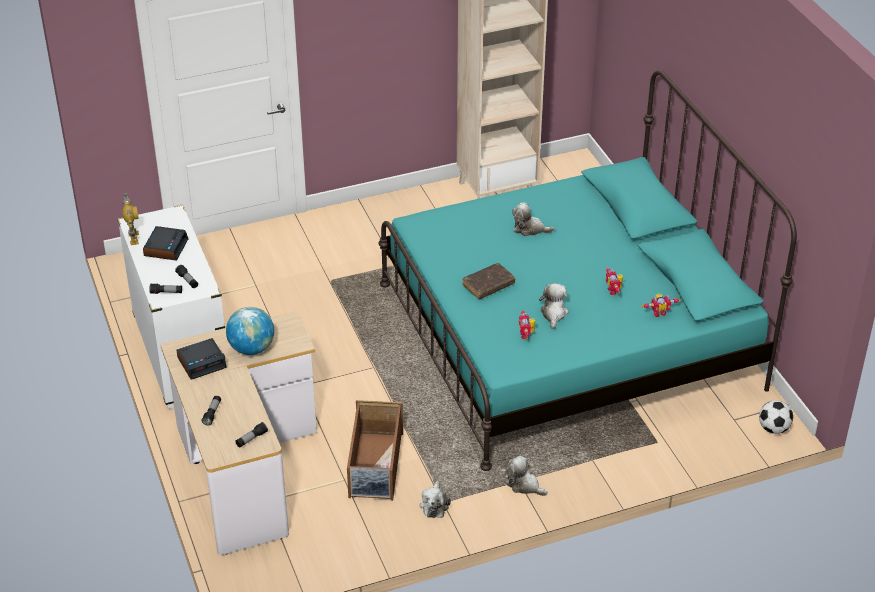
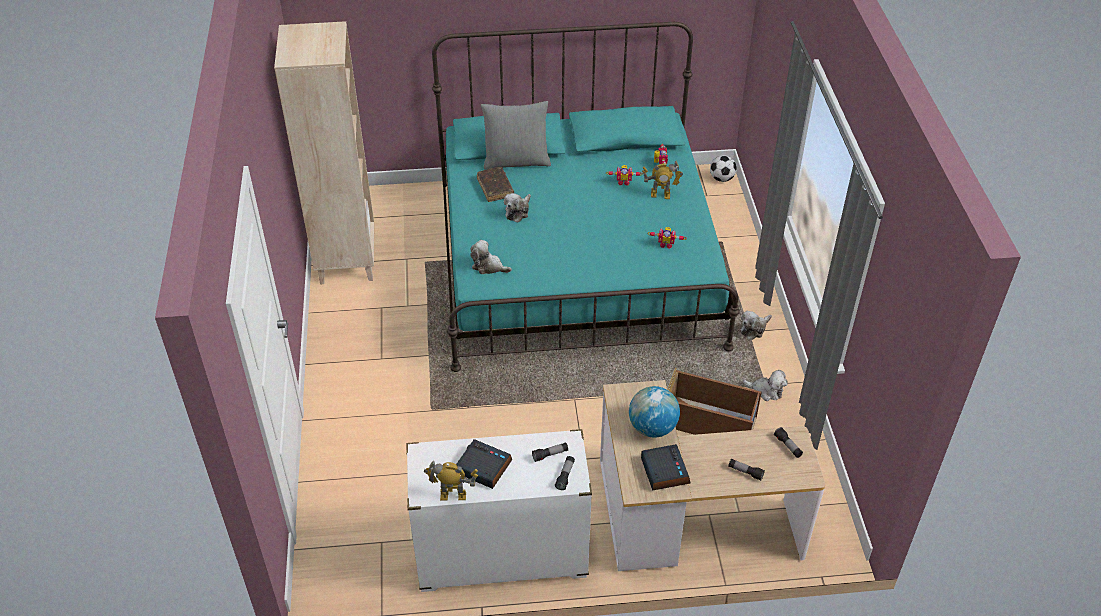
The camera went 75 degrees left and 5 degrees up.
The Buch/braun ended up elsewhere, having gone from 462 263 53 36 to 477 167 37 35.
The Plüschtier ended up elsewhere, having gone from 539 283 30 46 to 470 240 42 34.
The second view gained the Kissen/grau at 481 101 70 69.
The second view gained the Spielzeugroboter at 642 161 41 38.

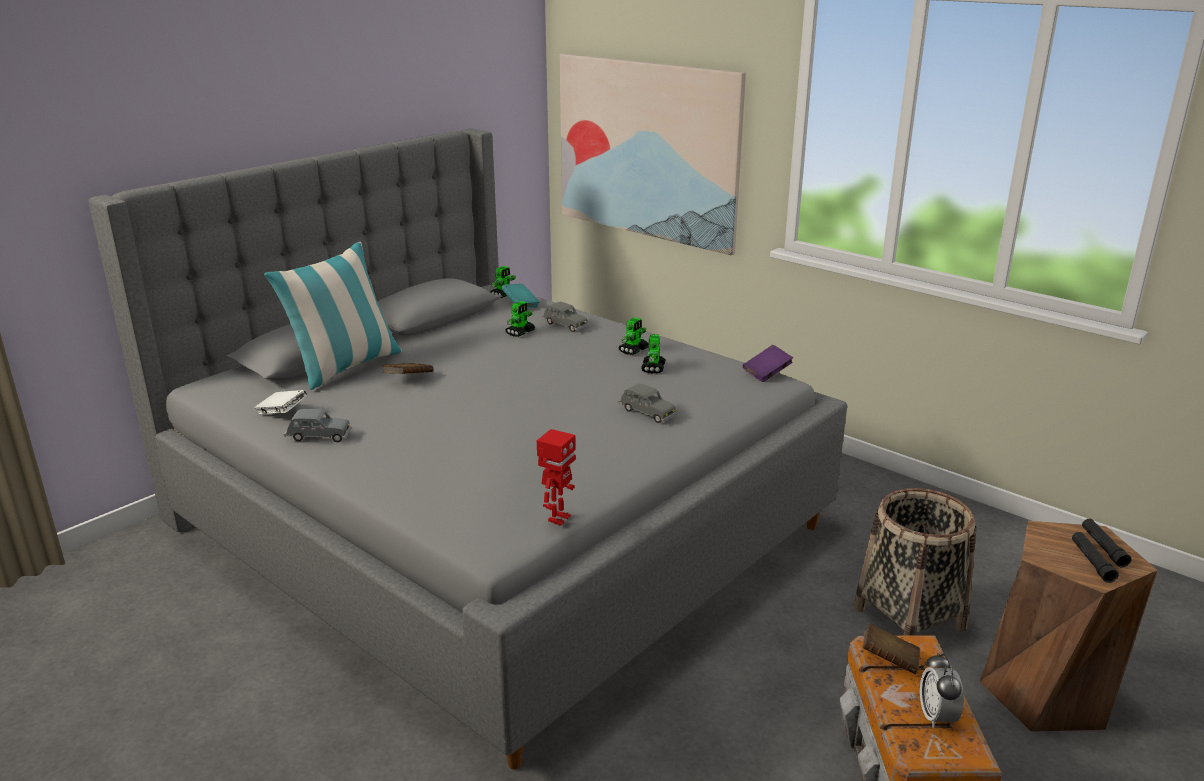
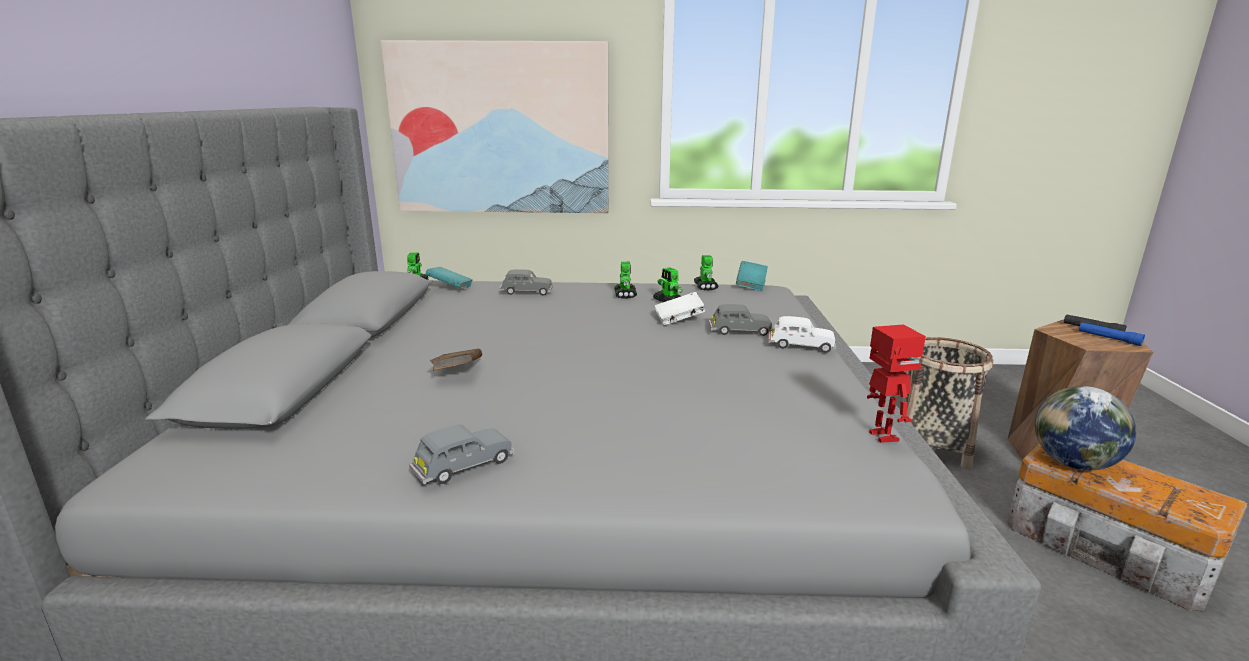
The camera went 40 degrees left and 5 degrees down.
The second view lost the Kissen at 264 242 138 148.
The Spielzeugroboter ended up elsewhere, having gone from 505 301 30 36 to 694 255 24 36.
What was the Buch/lila at 743 345 50 37 turned into the Buch/türkis at 736 261 32 30.
The Buch/weiß ended up elsewhere, having gone from 255 390 52 24 to 655 292 50 33.
What was the Taschenlampe/schwarz at 1072 532 47 51 turned into the Taschenlampe/blau at 1079 322 66 24.
Where the Buch/braun stood at 863 623 57 51, the Globus came to stand at 1035 386 101 84.
The second view lost the Wecker at 920 653 44 75.
The second view gained the Spielzeugauto/weiß at 768 316 68 37.

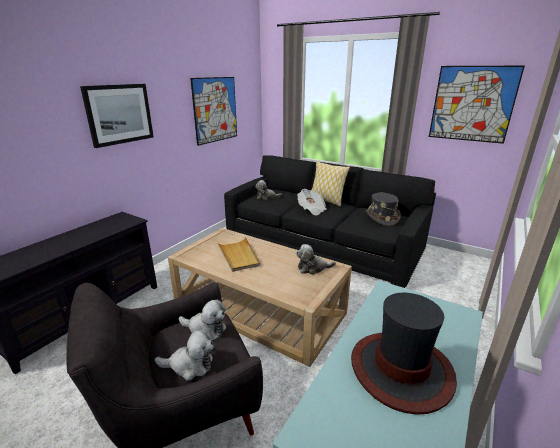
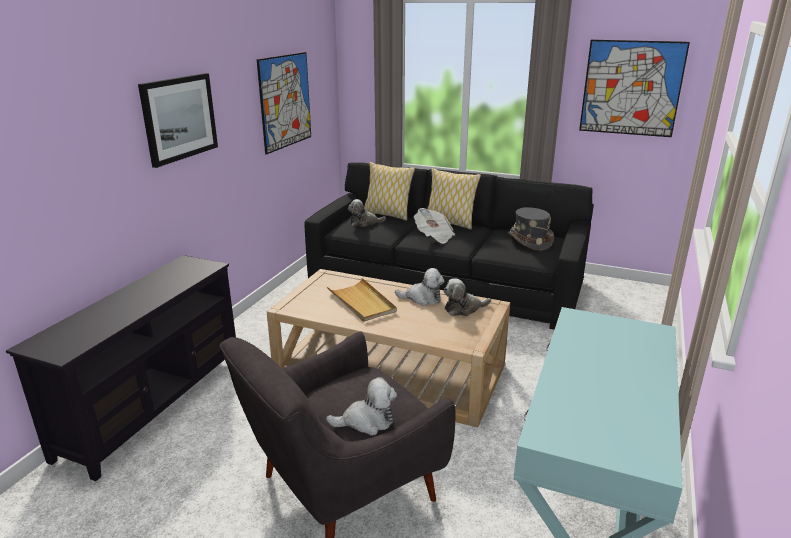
The camera went 10 degrees left and 0 degrees up.
The second view lost the Hut at 351 293 106 122.
The Plüschtier ended up elsewhere, having gone from 179 300 47 40 to 395 268 50 38.
The second view gained the Kissen at 364 162 51 59.

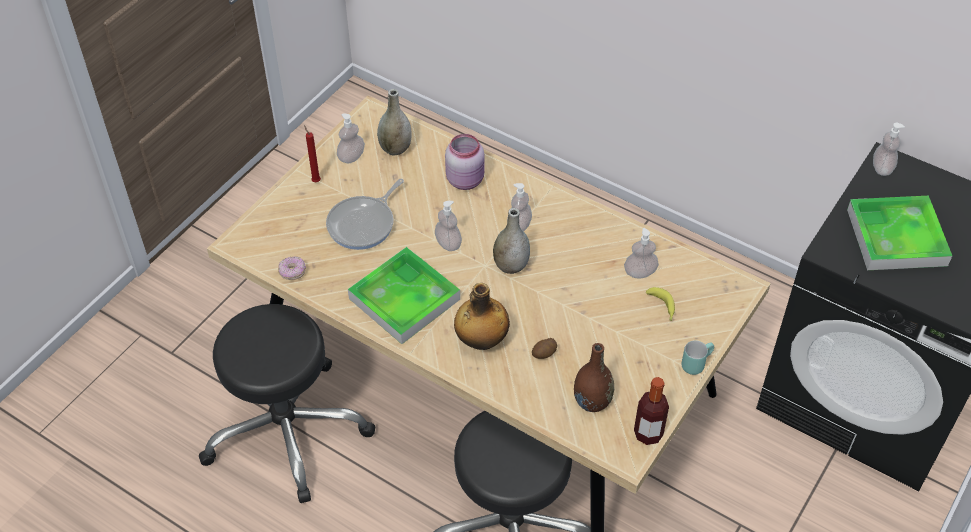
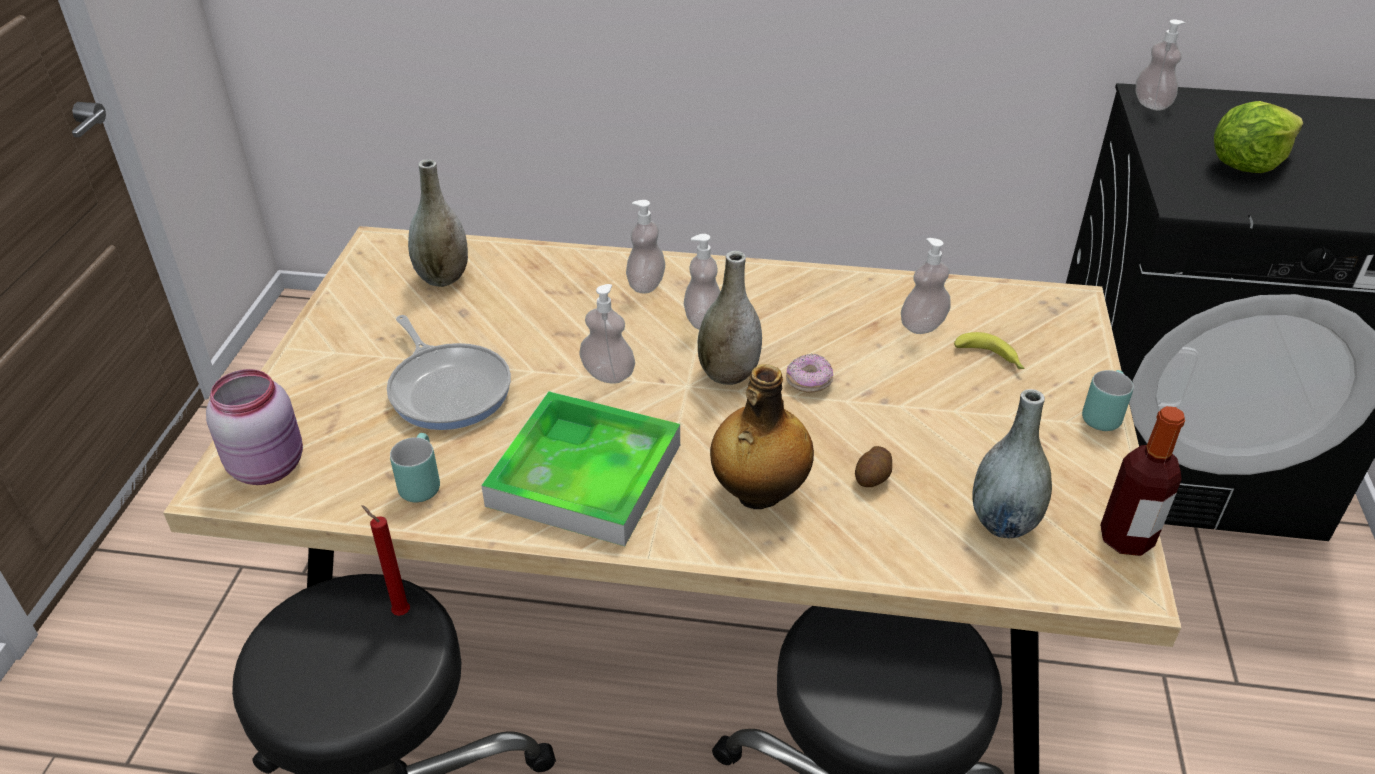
The camera went 25 degrees left and 10 degrees down.
The Seifenspender ended up elsewhere, having gone from 337 113 28 50 to 626 200 39 94.
The Kerze/rot ended up elsewhere, having gone from 304 125 17 57 to 362 505 48 111.
The Vorratsglas/rosa ended up elsewhere, having gone from 445 134 40 56 to 206 369 97 116.
The Pfanne at 326 179 78 71 ended up facing another way, 45 degrees counterclockwise from before.
Where the Tablett stood at 847 196 105 74, the Salatkopf came to stand at 1214 101 89 72.
The Donut ended up elsewhere, having gone from 278 256 28 24 to 786 353 47 40.
What was the Vase/braun at 574 343 40 69 turned into the Vase/grau at 972 389 80 149.
The second view gained the Henkelbecher/türkis at 390 433 50 70.

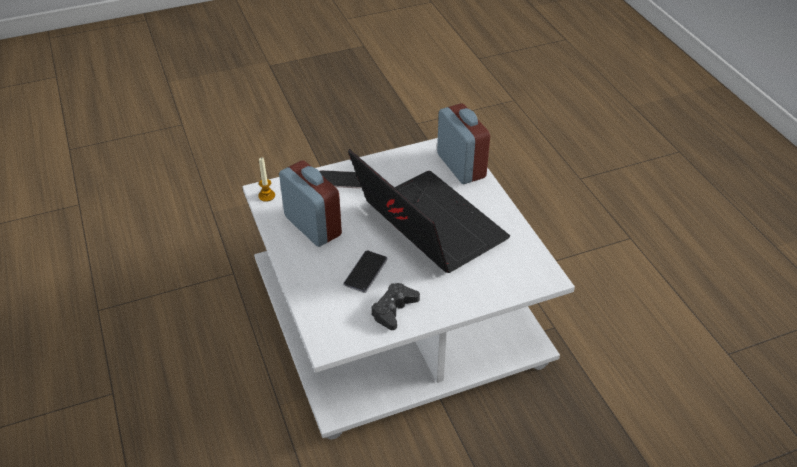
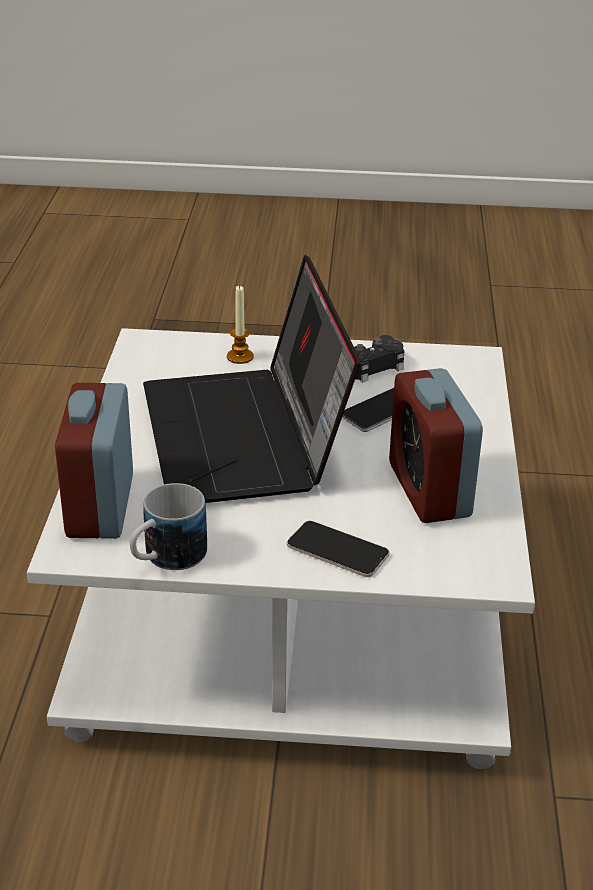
The camera went 155 degrees left and 10 degrees down.
The Kerze ended up elsewhere, having gone from 258 157 17 45 to 227 285 27 79.
The second view gained the Henkelbecher at 130 483 77 87.

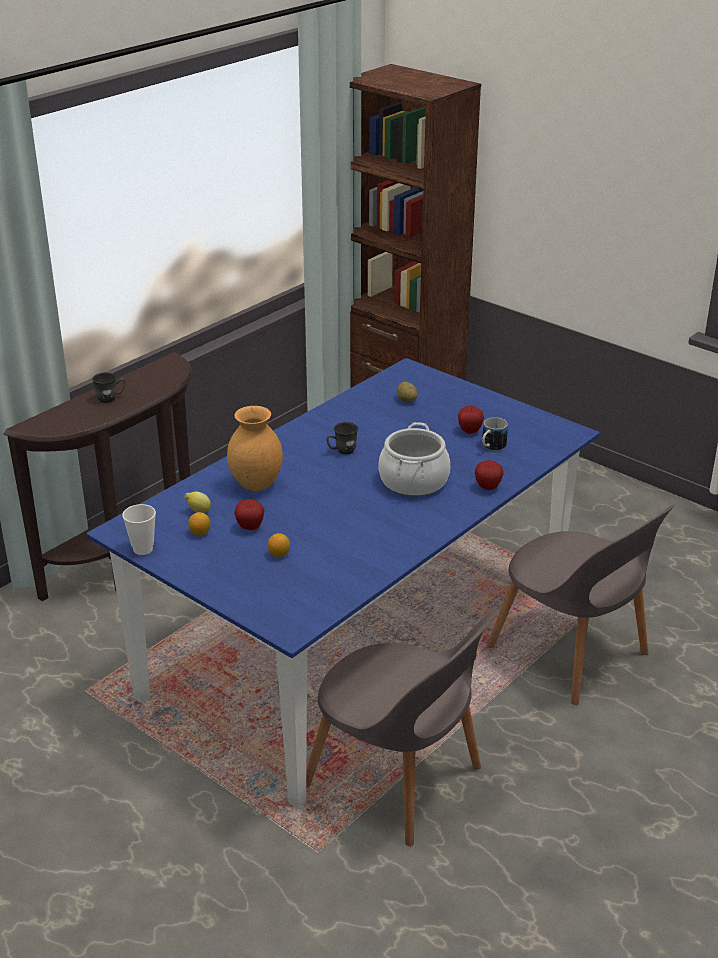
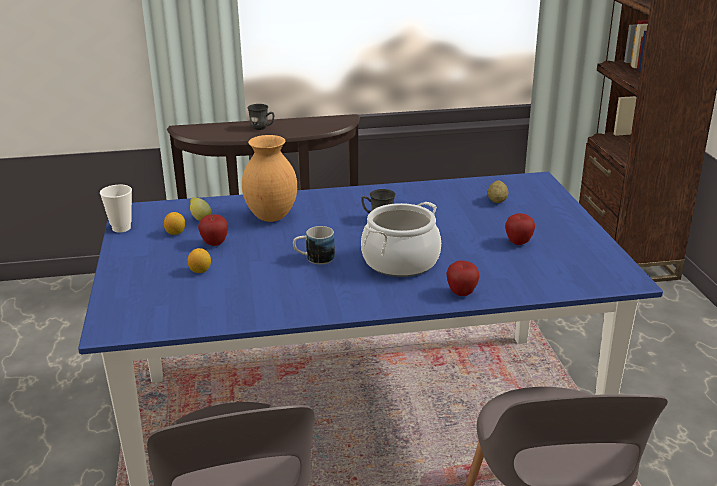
The camera went 40 degrees right and 5 degrees down.
The Henkelbecher ended up elsewhere, having gone from 482 417 26 34 to 293 226 42 38.

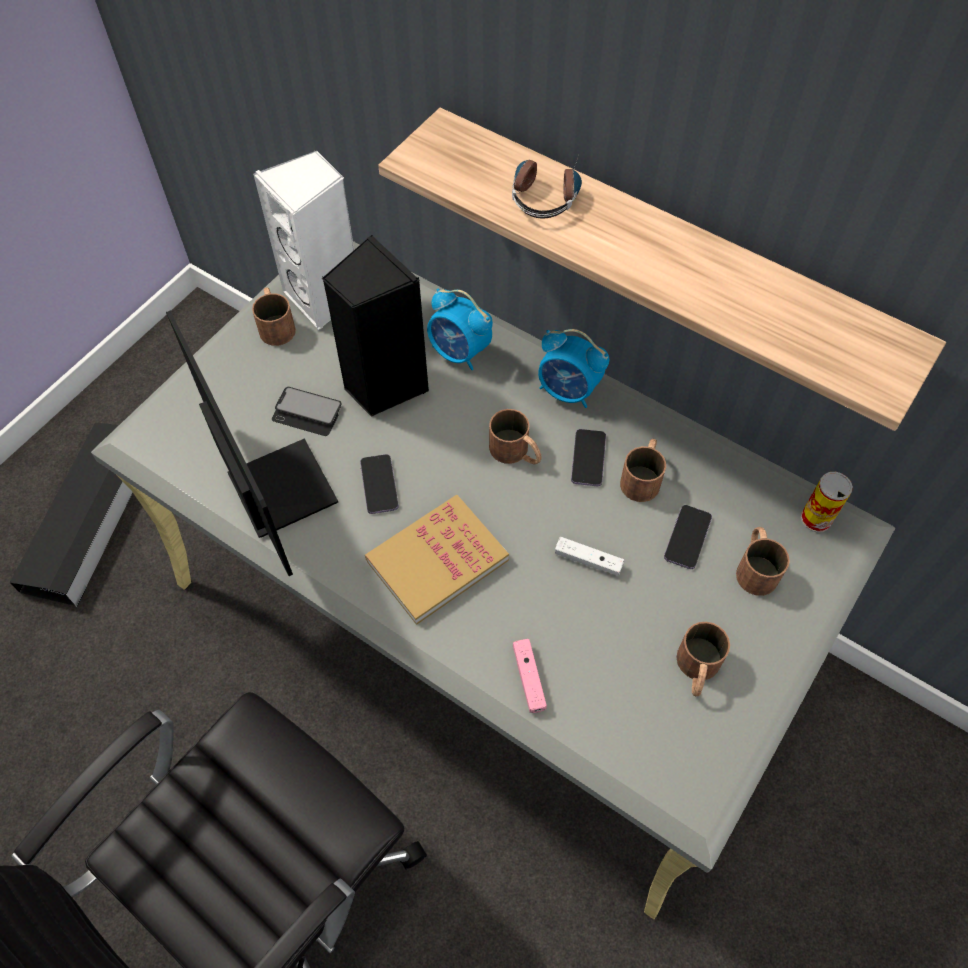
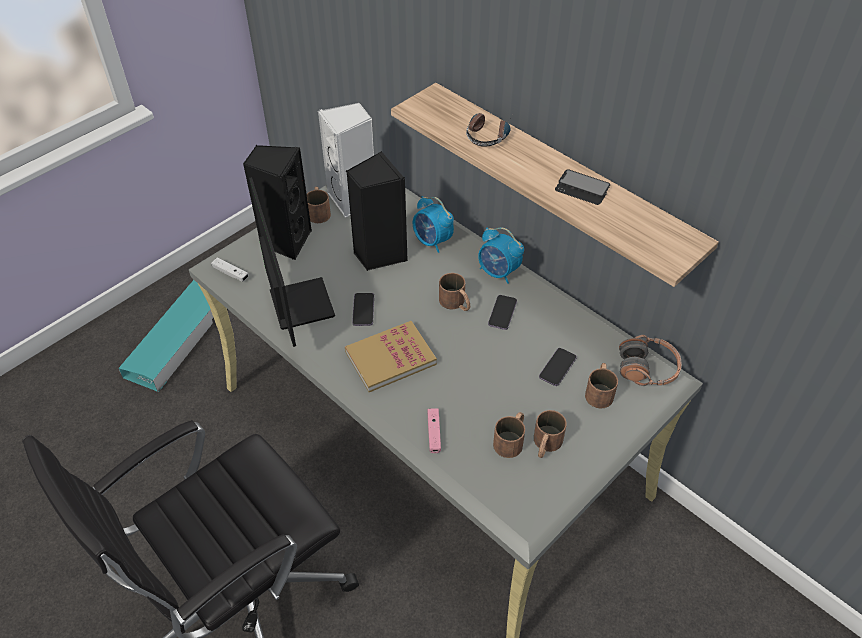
The camera went 10 degrees right and 10 degrees down.
The Handy ended up elsewhere, having gone from 272 387 70 49 to 555 169 55 36.
What was the Aufbewahrungsbox/schwarz at 10 423 123 184 turned into the Aufbewahrungsbox/türkis at 119 280 95 112.
The Henkelbecher/braun ended up elsewhere, having gone from 620 439 46 63 to 493 412 32 46.
Where the Dose stood at 801 472 52 61, the Kopfhörer came to stand at 619 335 63 51.
The Gamepad/weiß ended up elsewhere, having gone from 555 537 69 39 to 211 257 38 25.
The second view gained the Lautsprecher/schwarz at 243 145 69 115.

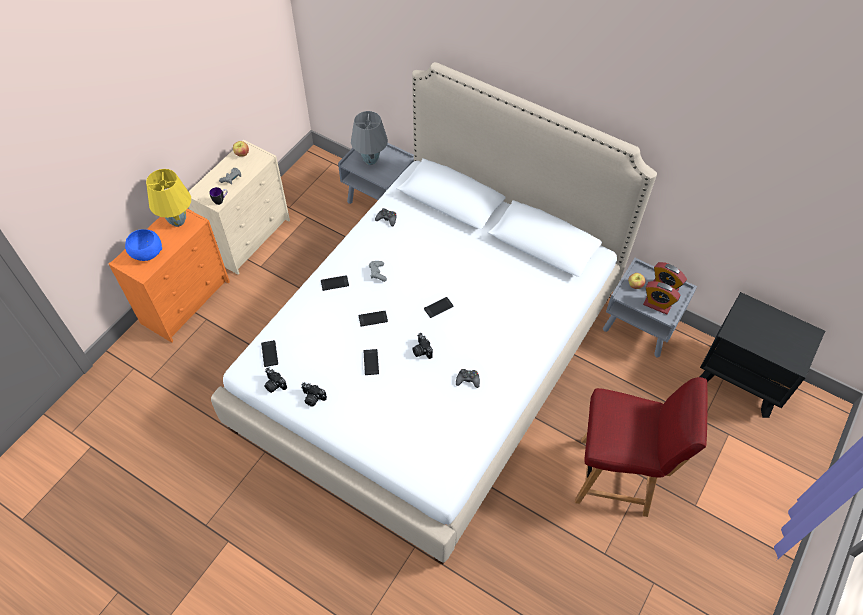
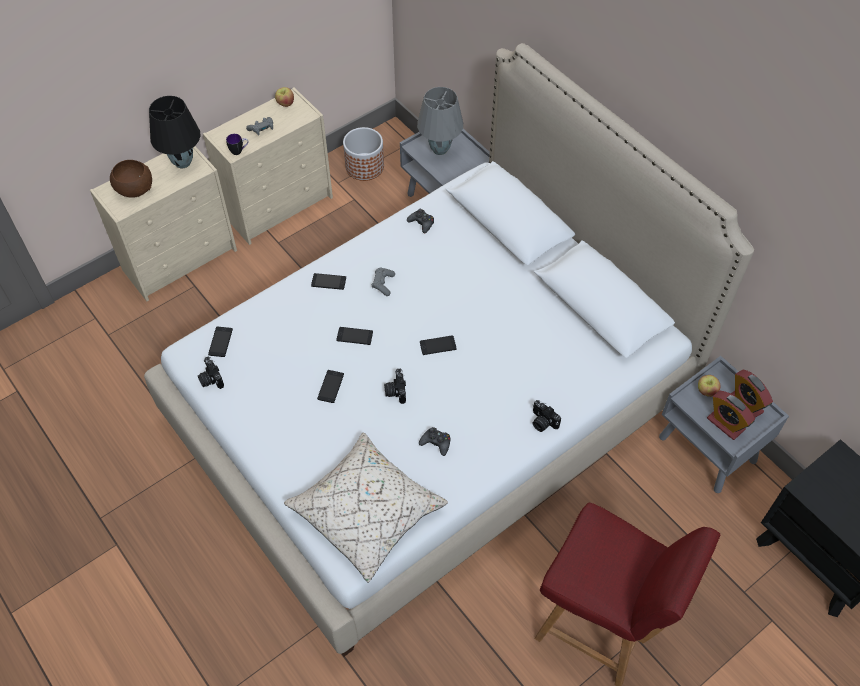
The camera went 20 degrees right and 0 degrees up.
What was the Tischlampe/gelb at 146 169 45 58 turned into the Tischlampe/schwarz at 149 96 52 73.
What was the Kommode/orange at 109 209 121 134 turned into the Kommode/beige at 90 146 147 155.
What was the Schüssel/blau at 125 229 37 32 turned into the Schüssel/braun at 110 160 42 38.
The Kamera ended up elsewhere, having gone from 301 382 26 25 to 533 400 28 32.
The second view gained the Pflanzkübel at 343 127 41 54.
The second view gained the Kissen/beige at 284 432 164 151.

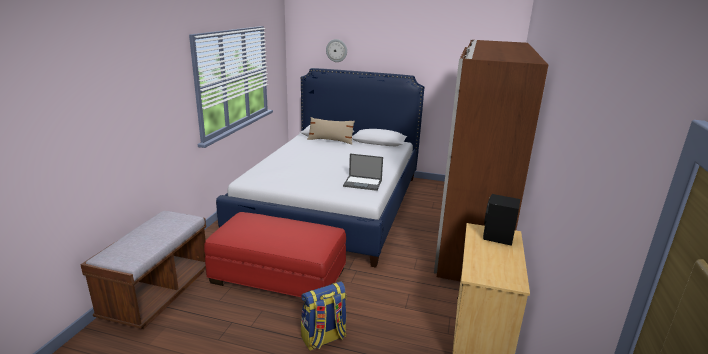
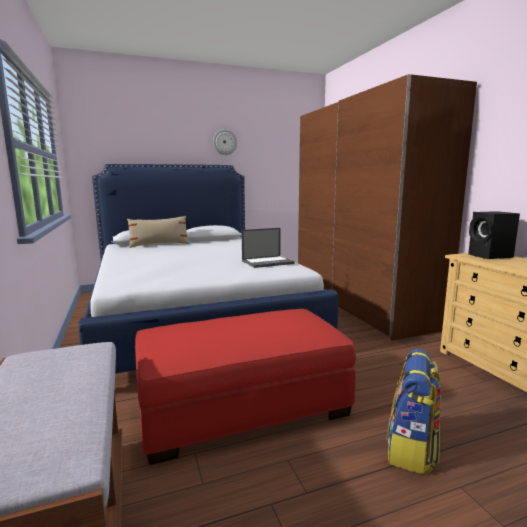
The camera went 35 degrees left and 10 degrees down.
The Wanduhr ended up elsewhere, having gone from 326 39 21 23 to 213 129 24 26.

